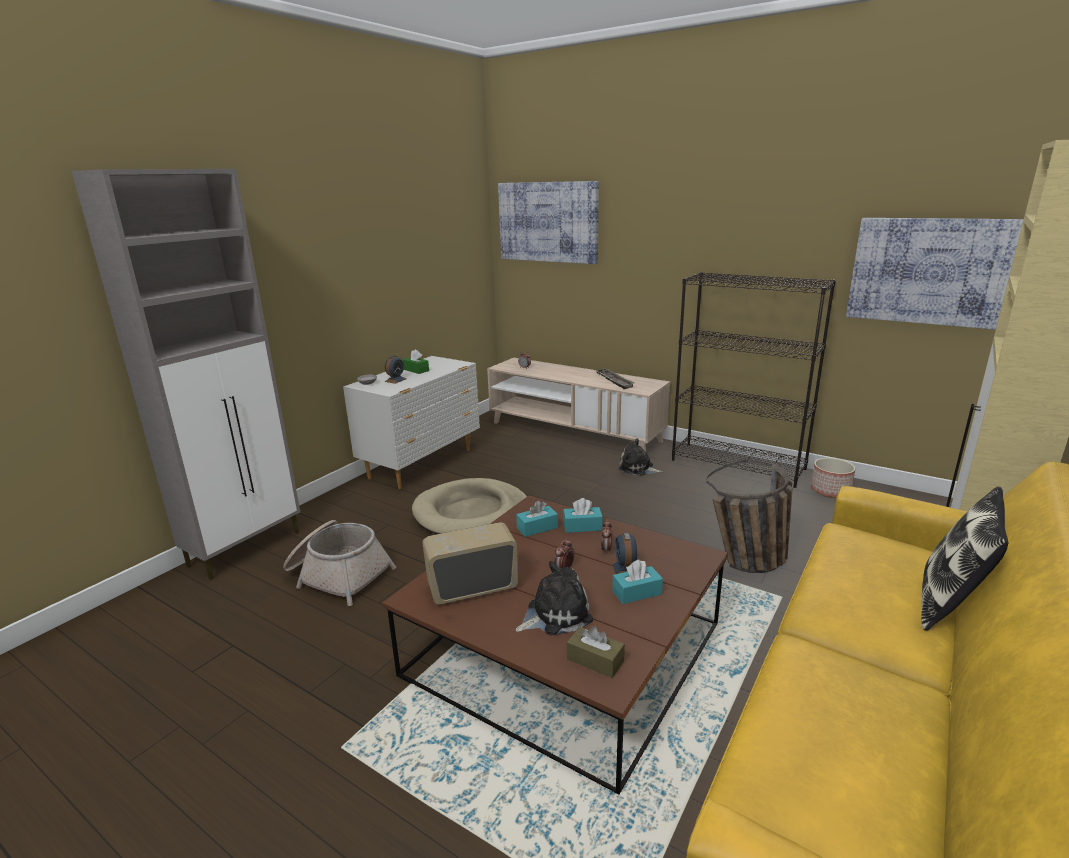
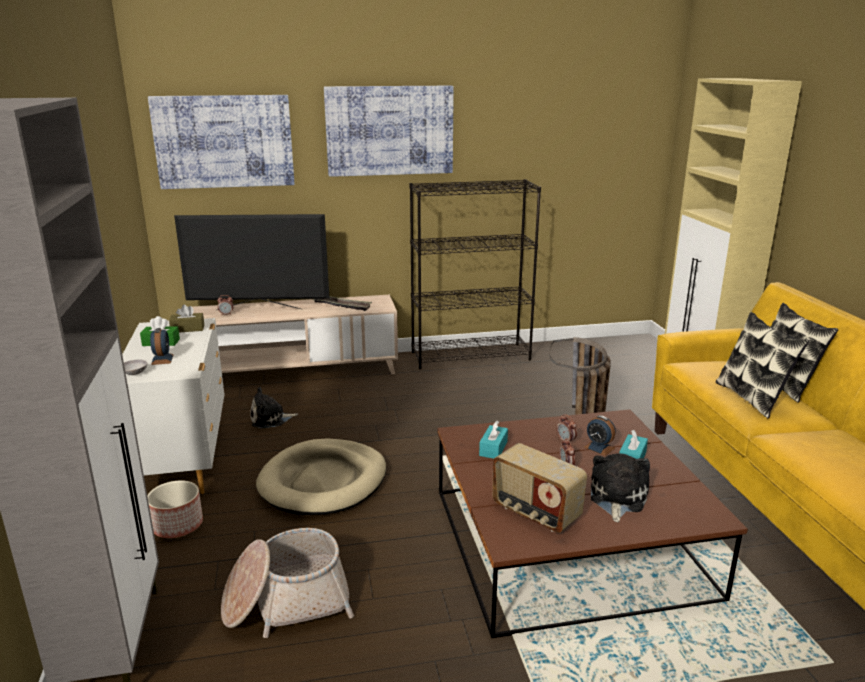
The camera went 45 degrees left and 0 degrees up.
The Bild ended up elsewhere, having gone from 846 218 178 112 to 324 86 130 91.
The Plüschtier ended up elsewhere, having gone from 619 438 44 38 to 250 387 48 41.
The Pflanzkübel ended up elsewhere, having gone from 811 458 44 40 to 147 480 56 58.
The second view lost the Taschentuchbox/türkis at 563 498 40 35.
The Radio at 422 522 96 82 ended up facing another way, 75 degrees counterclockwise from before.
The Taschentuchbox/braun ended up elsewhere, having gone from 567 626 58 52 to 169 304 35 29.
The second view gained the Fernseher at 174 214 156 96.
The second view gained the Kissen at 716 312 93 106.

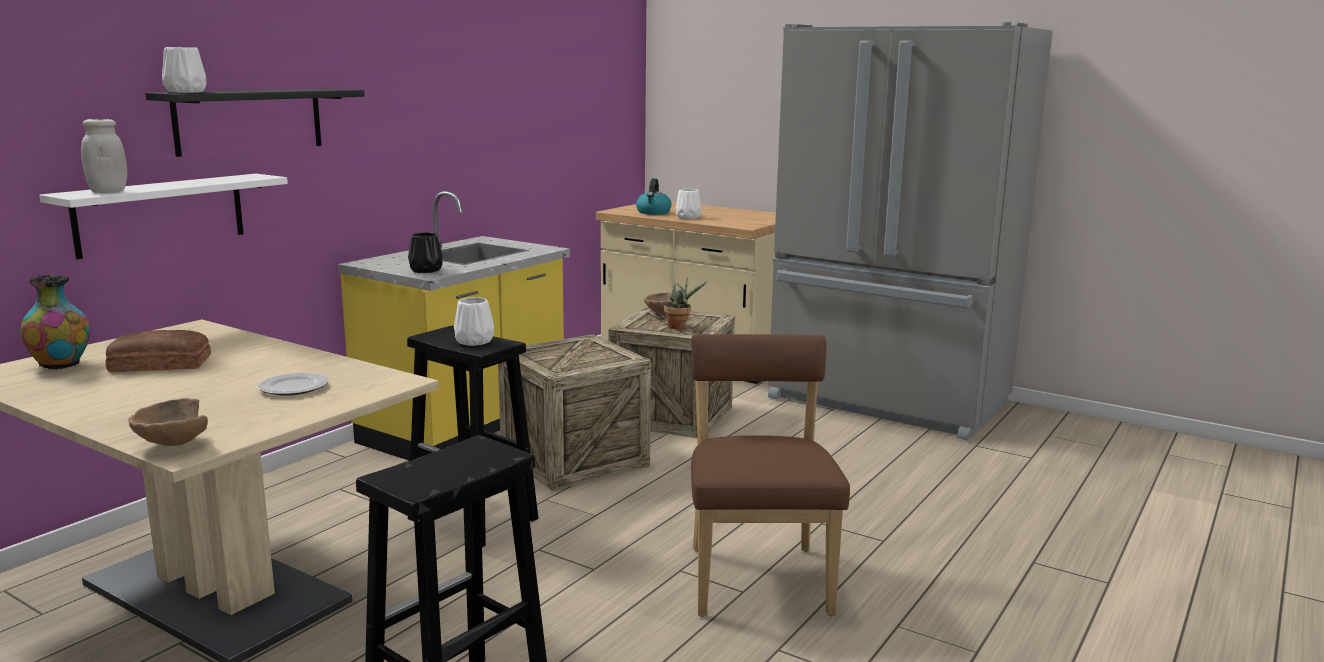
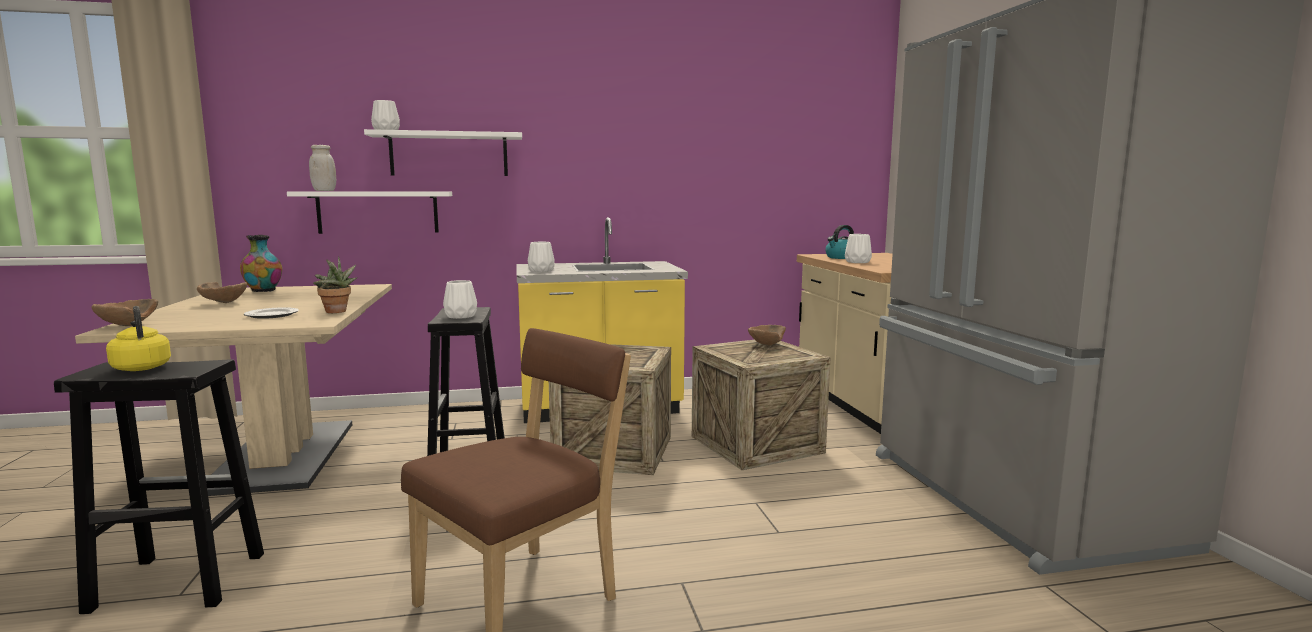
The camera went 45 degrees right and 5 degrees down.
What was the Wandregal/schwarz at 145 89 220 68 turned into the Wandregal/weiß at 364 129 158 47.
What was the Vase/schwarz at 408 233 35 40 turned into the Vase/weiß at 528 242 27 30.
The Topfpflanze ended up elsewhere, having gone from 664 277 43 52 to 313 257 44 56.
The second view lost the Brot at 105 330 106 42.
The second view gained the Schüssel/braun at 197 282 50 21.
The second view gained the Wasserkessel/gelb at 106 306 65 65.

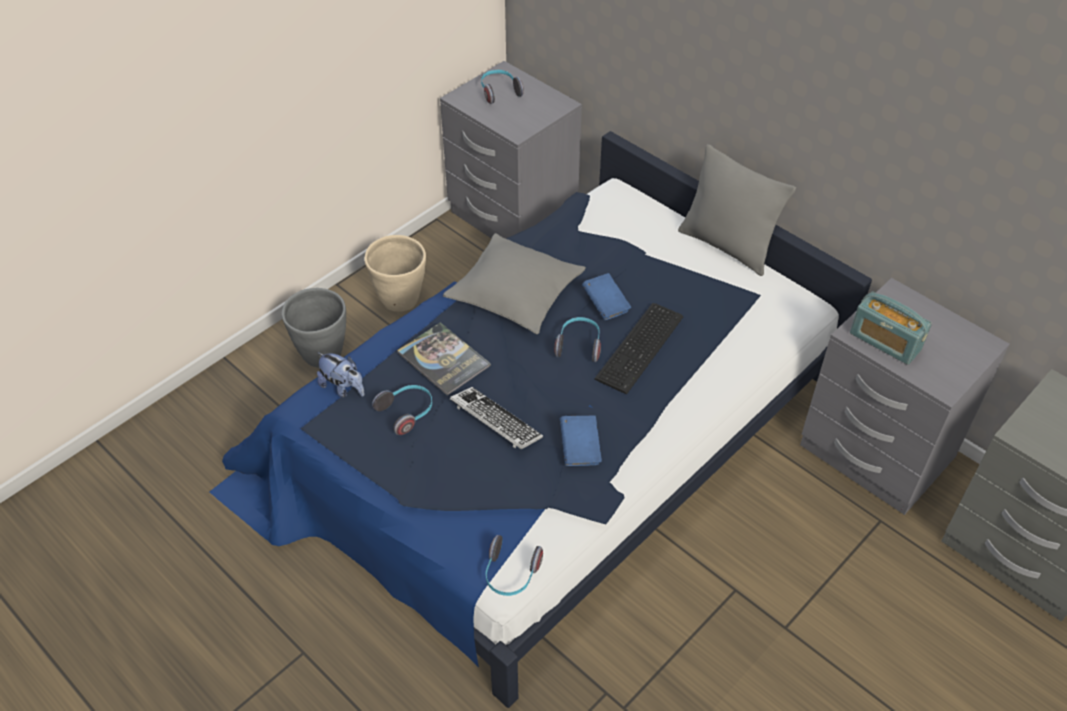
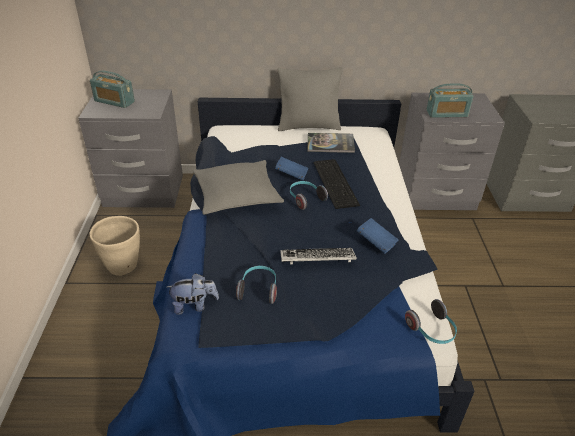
The camera went 45 degrees left and 10 degrees down.
Where the Kopfhörer stood at 481 70 43 34, the Radio came to stand at 90 70 45 38.
The second view lost the Pflanzkübel/grau at 282 288 64 80.
The Buch ended up elsewhere, having gone from 397 323 94 73 to 307 133 48 20.

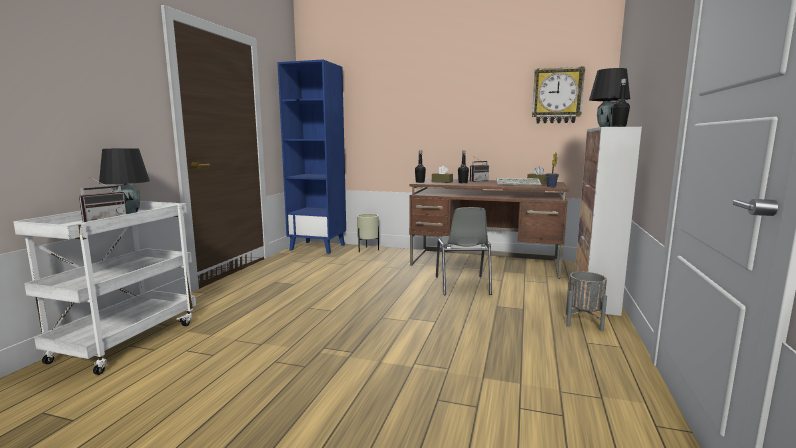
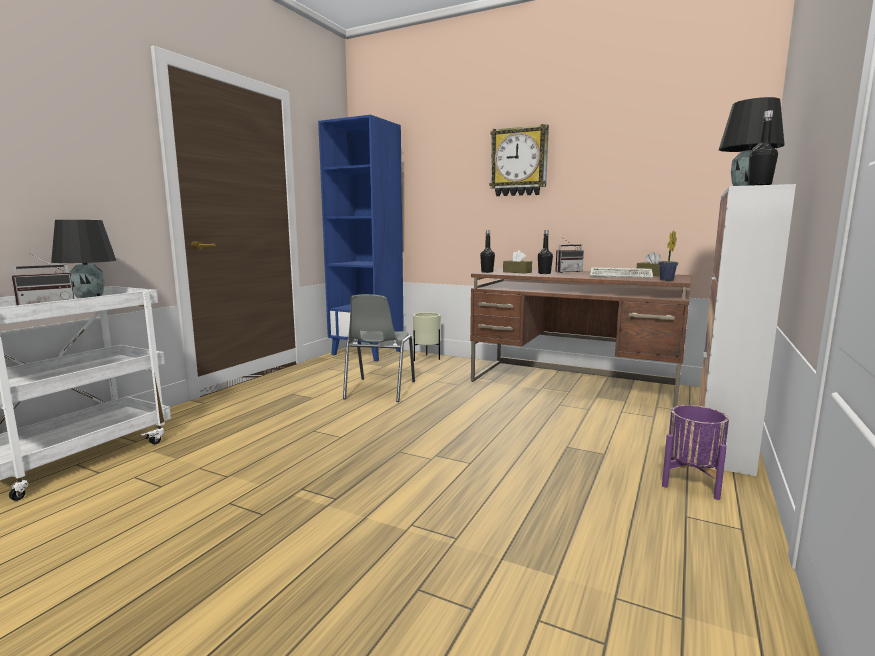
The camera went 10 degrees right and 0 degrees up.
The Wanduhr ended up elsewhere, having gone from 532 66 53 57 to 489 124 60 72.
The Stuhl/grau ended up elsewhere, having gone from 436 207 56 88 to 343 294 72 108.
What was the Pflanzkübel/grau at 566 271 41 61 turned into the Pflanzkübel/lila at 662 405 67 95.

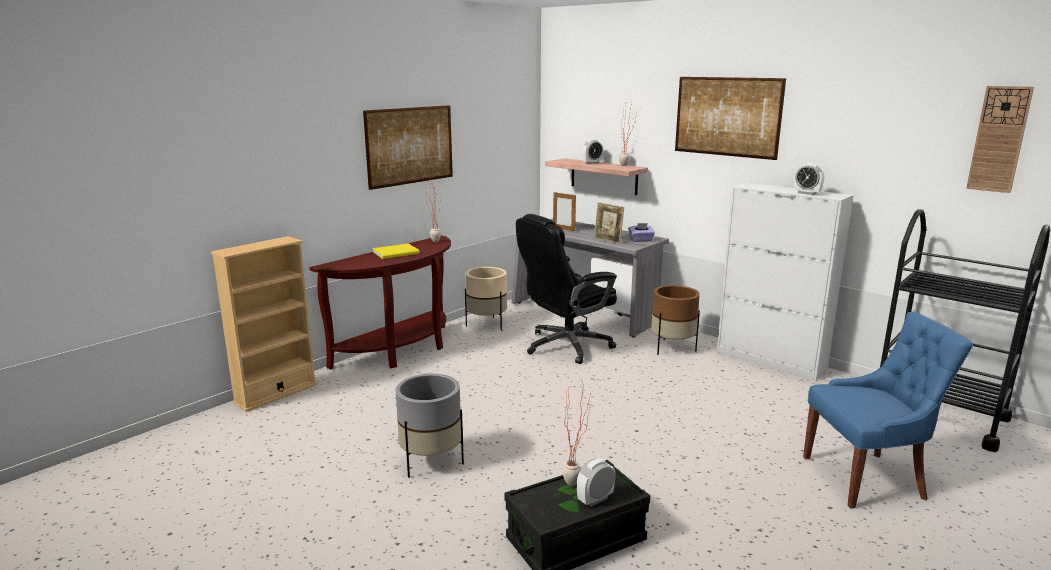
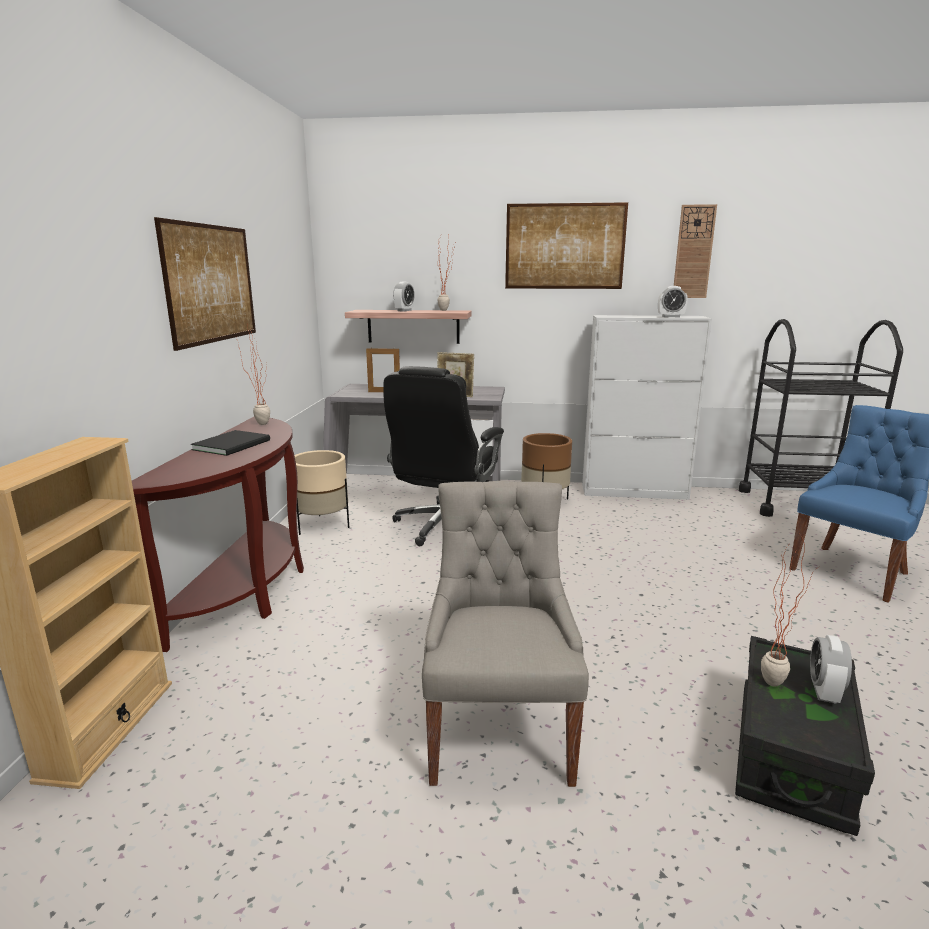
The camera went 35 degrees left and 0 degrees up.
The Wanduhr ended up elsewhere, having gone from 966 86 68 107 to 674 204 43 94.
The second view lost the Taschentuchbox/lila at 628 223 27 19.
What was the Buch/gelb at 372 244 48 15 turned into the Buch/schwarz at 191 430 79 26.
Where the Pflanzkübel/grau stood at 396 373 68 105, the Stuhl/grau came to stand at 422 481 167 306.

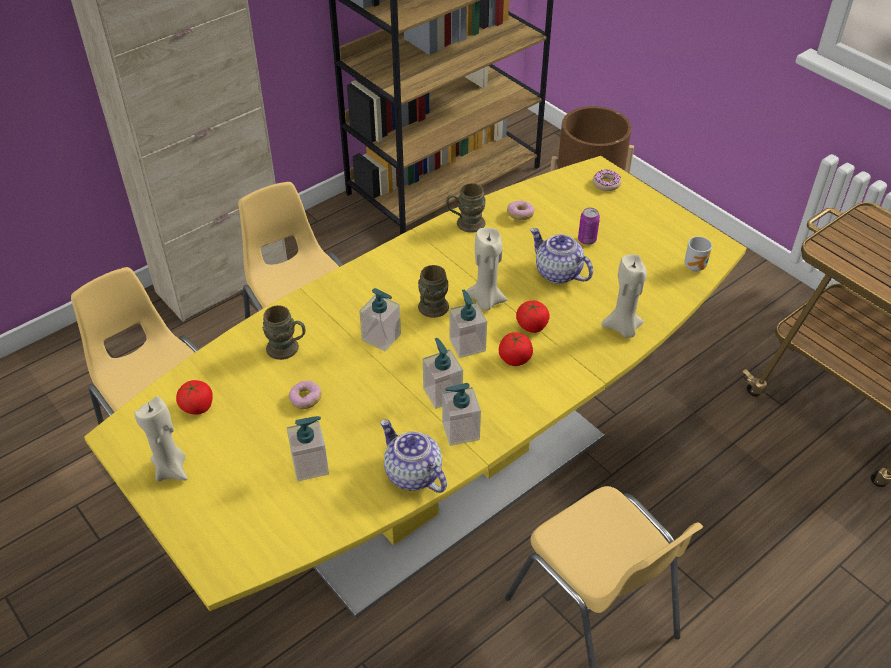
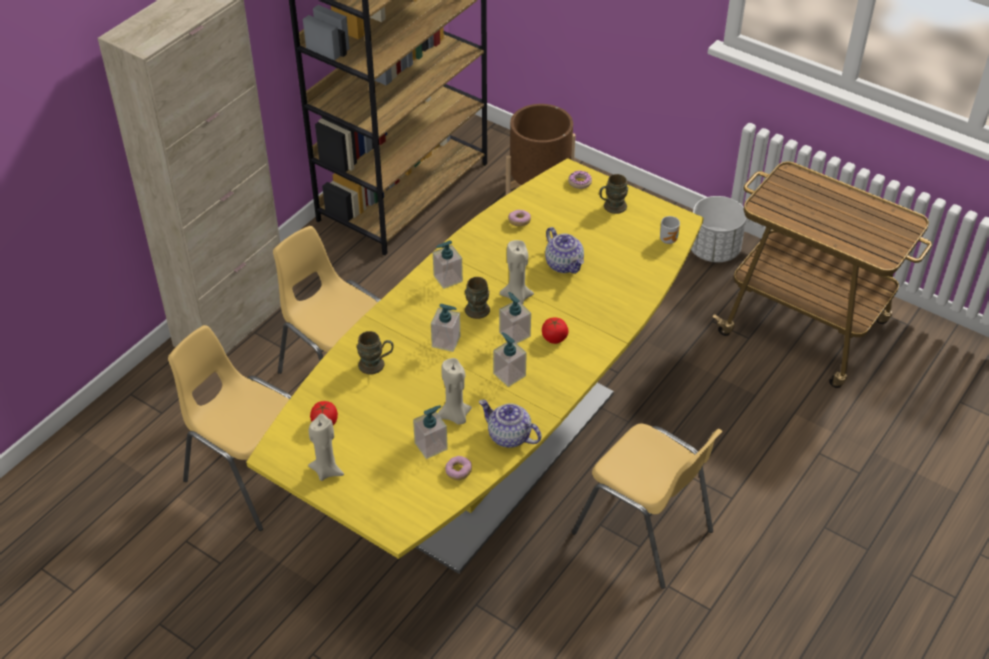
The camera went 15 degrees left and 0 degrees up.
The Henkelbecher/braun ended up elsewhere, having gone from 446 183 39 50 to 599 174 29 40.
The second view lost the Dose at 578 208 22 37.
The Teekanne at 530 228 63 56 ended up facing another way, 150 degrees counterclockwise from before.
The Kerze/beige ended up elsewhere, having gone from 601 254 46 84 to 437 358 35 67.
The second view lost the Tomate at 516 300 34 33.
The Donut ended up elsewhere, having gone from 289 381 33 28 to 445 456 27 24.
The Seifenspender ended up elsewhere, having gone from 442 383 39 63 to 433 240 30 49.
The second view gained the Pflanzkübel/weiß at 691 196 56 66.

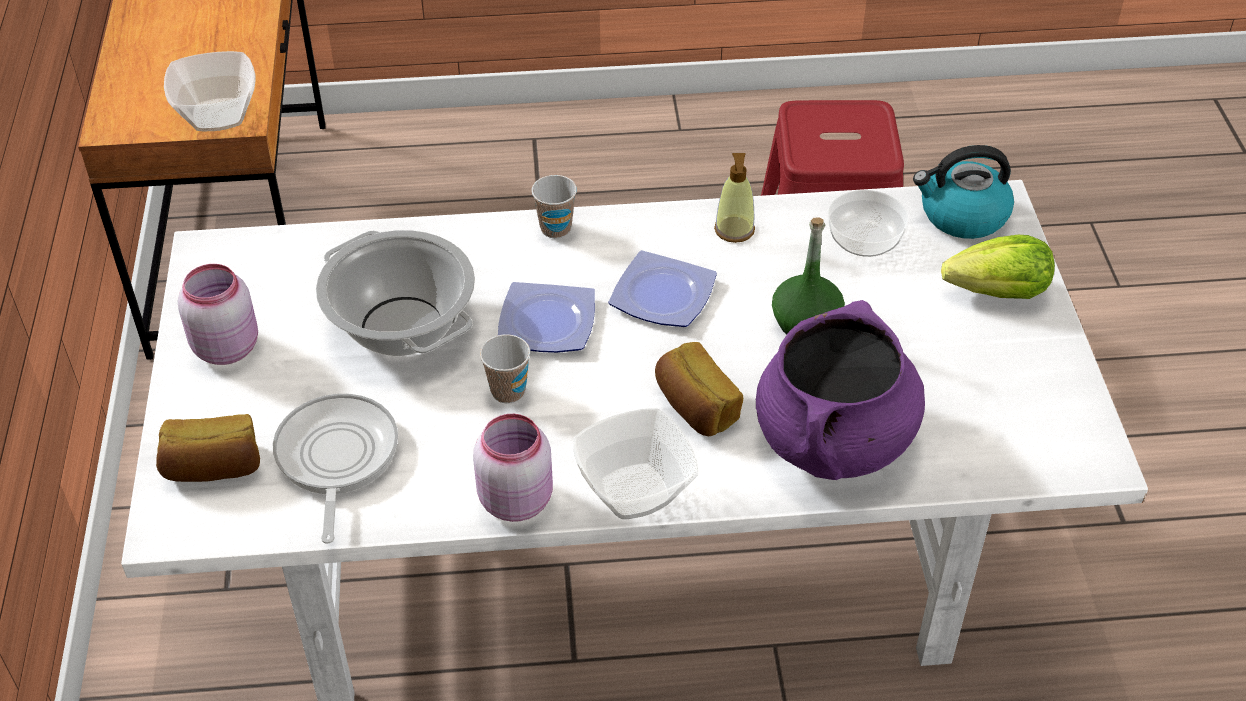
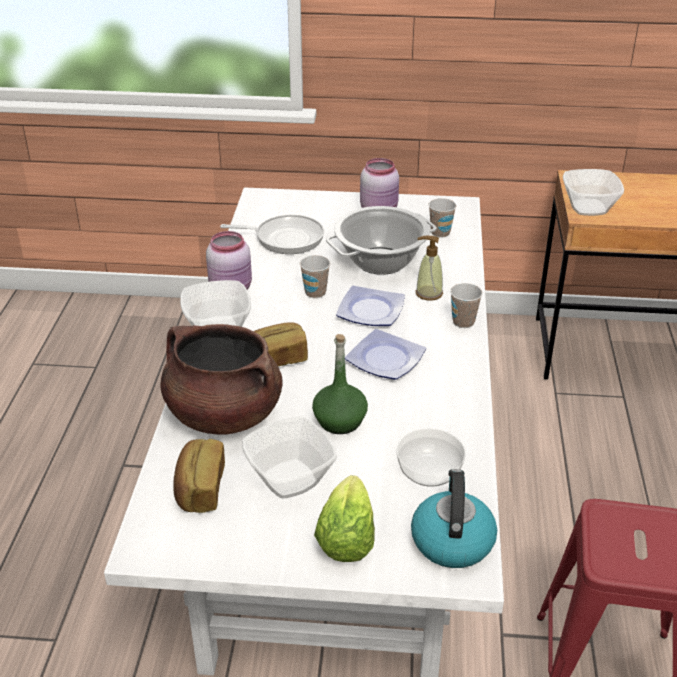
The camera went 100 degrees right and 10 degrees down.
The Seifenspender ended up elsewhere, having gone from 714 153 41 90 to 416 236 27 65.
What was the Kochtopf/lila at 756 300 169 180 turned into the Kochtopf/braun at 161 324 121 111.
The Brot ended up elsewhere, having gone from 156 414 104 68 to 173 439 52 74.
The second view gained the Tasse at 429 198 28 40.
The second view gained the Schüssel at 242 416 95 82.

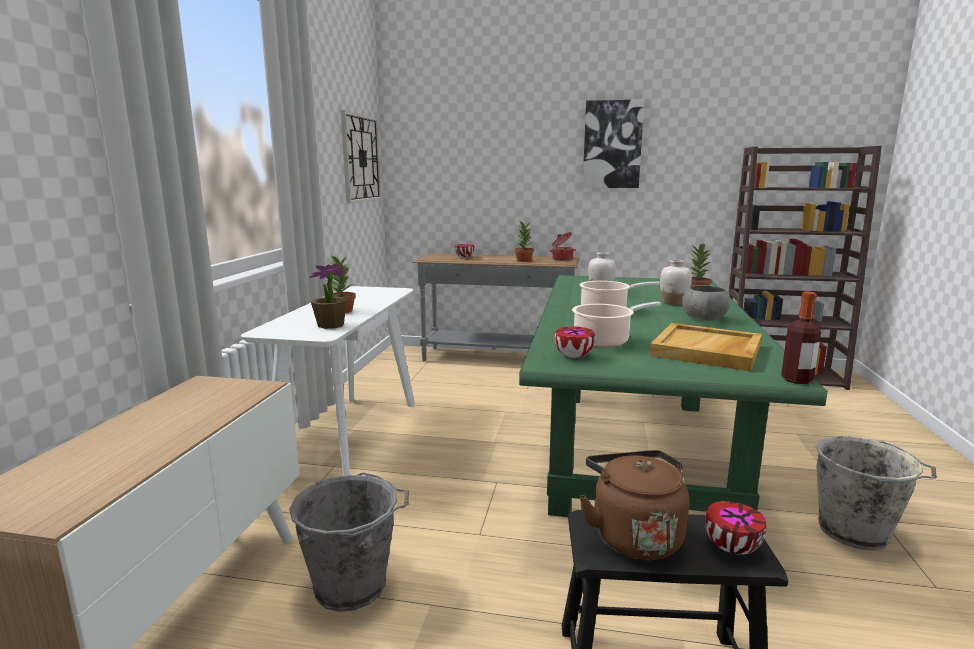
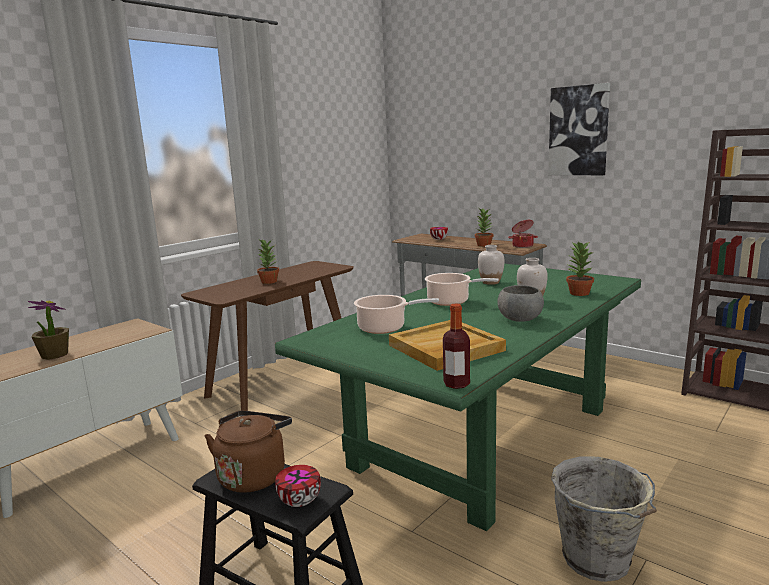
The camera went 30 degrees right and 0 degrees up.
The second view lost the Wanduhr at 341 110 41 94.
The Topfpflanze ended up elsewhere, having gone from 310 263 37 66 to 28 300 41 60.
What was the Konsolentisch/weiß at 241 286 174 190 turned into the Konsolentisch/braun at 181 261 173 150.
The second view lost the Schüssel at 555 326 40 32.
The second view lost the Eimer/grau at 289 473 120 139.

